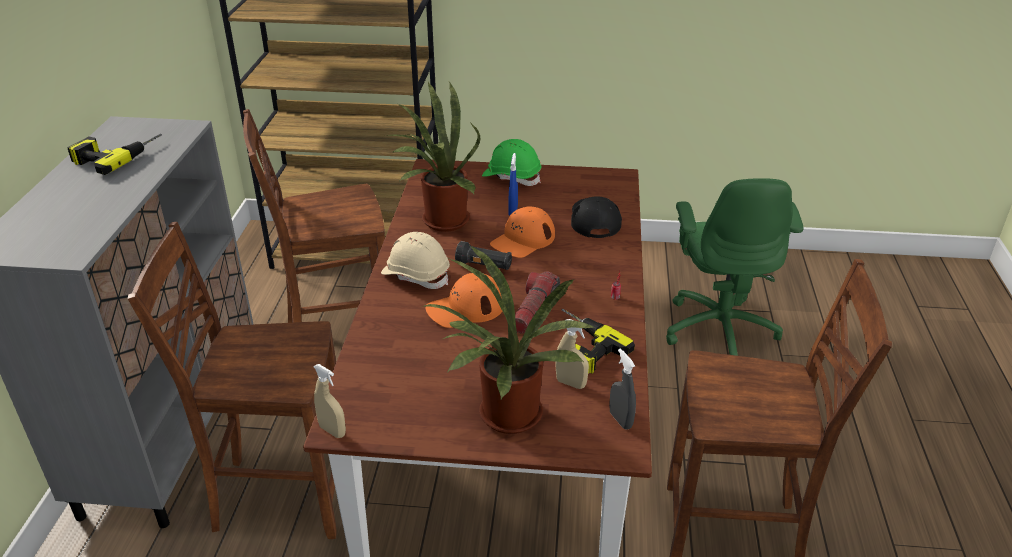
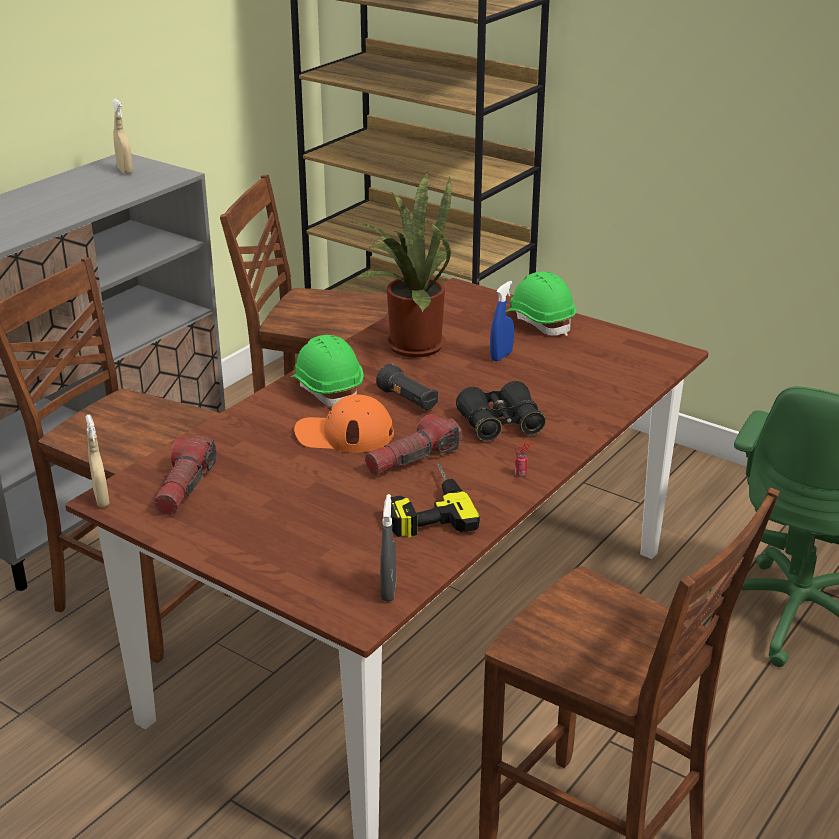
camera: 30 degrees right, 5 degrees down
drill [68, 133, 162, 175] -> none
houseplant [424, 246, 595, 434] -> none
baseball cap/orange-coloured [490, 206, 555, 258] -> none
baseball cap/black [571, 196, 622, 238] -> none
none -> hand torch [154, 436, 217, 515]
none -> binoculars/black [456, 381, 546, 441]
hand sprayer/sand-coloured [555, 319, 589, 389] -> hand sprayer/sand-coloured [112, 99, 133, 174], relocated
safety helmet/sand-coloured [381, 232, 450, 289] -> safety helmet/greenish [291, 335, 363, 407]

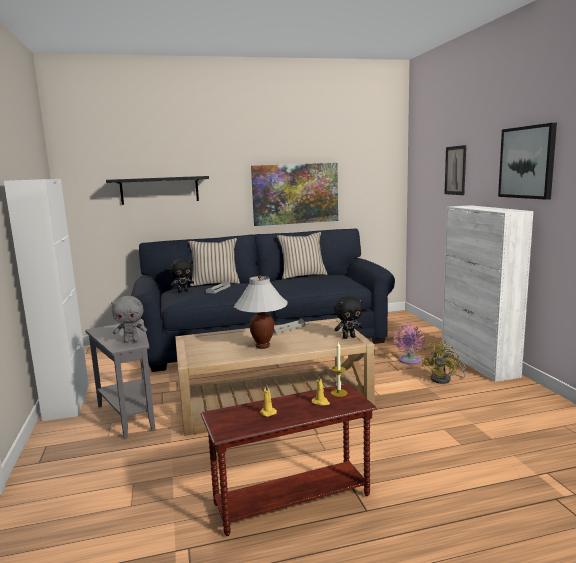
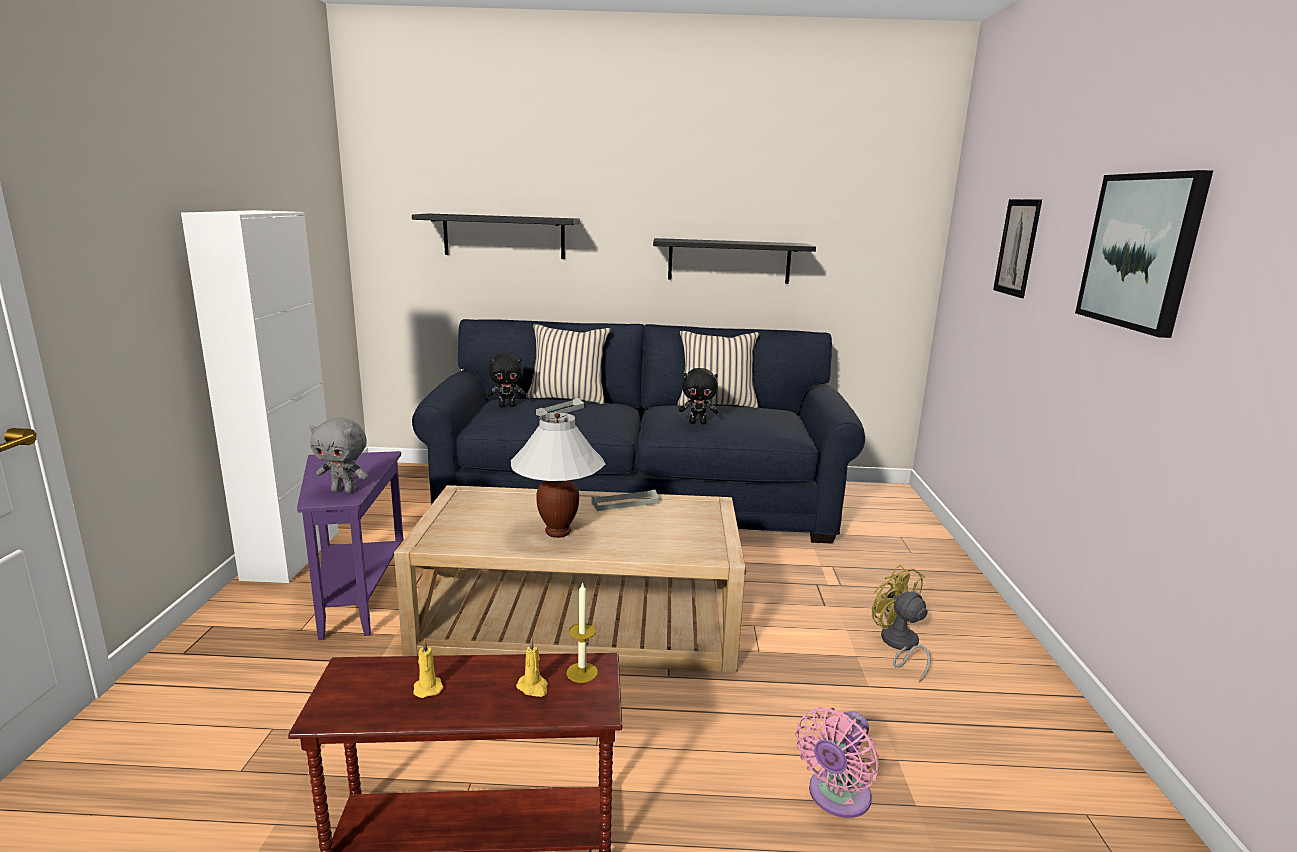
camera: 15 degrees right, 5 degrees up
cabinet/white-coloured [442, 205, 534, 382] -> none
cuddly toy/black [334, 296, 363, 339] -> cuddly toy/black [679, 368, 718, 424], relocated
fan/pink [393, 324, 424, 364] -> fan/pink [796, 707, 879, 818], relocated
picture [251, 163, 338, 226] -> bracket shelf/black [653, 238, 816, 284]
accent table/grey [85, 320, 155, 439] -> accent table/purple-coloured [297, 451, 404, 640]
fan/yellow-coloured [422, 341, 467, 384] -> fan/yellow-coloured [872, 565, 930, 683], 105 degrees clockwise

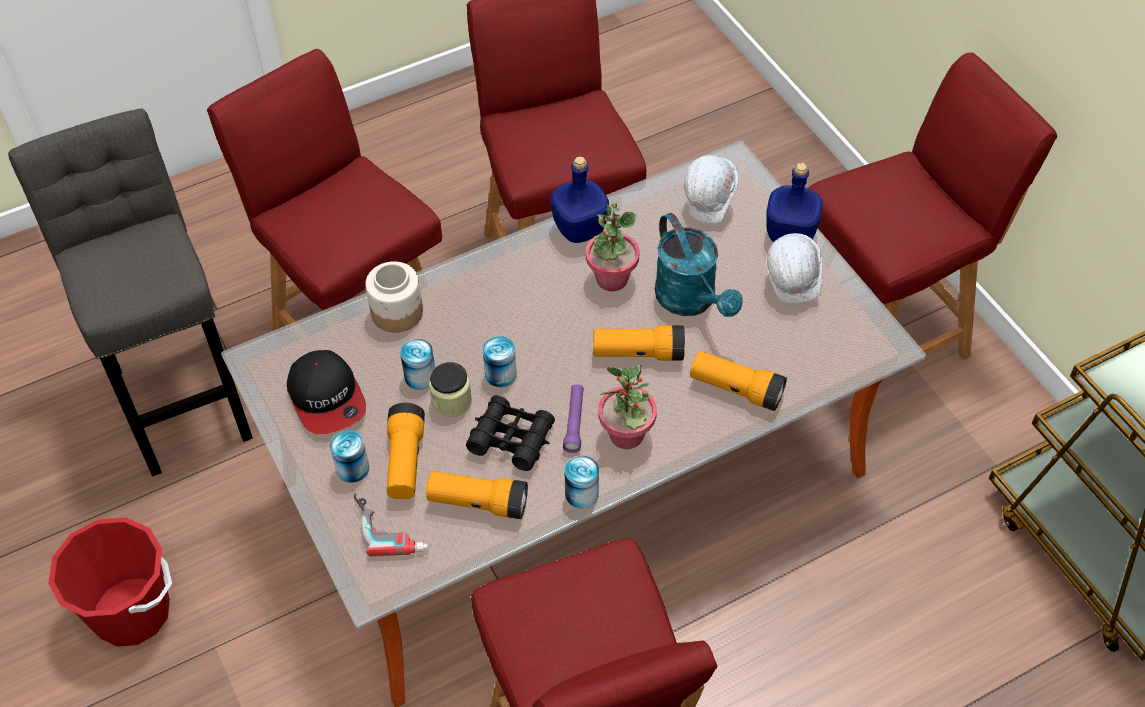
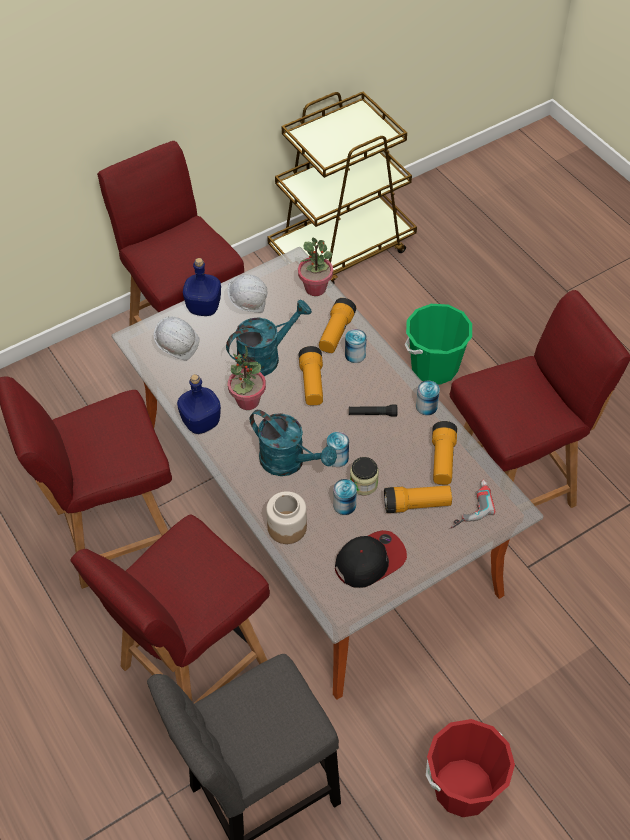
camera: 95 degrees left, 0 degrees up
binoculars/black [466, 395, 555, 471] -> none
none -> watering pot/turquoise-coloured [250, 410, 337, 476]
none -> pail/greenish [404, 304, 472, 385]
metal can [330, 430, 369, 483] -> metal can [345, 329, 367, 363], relocated
houseplant [598, 365, 657, 449] -> houseplant [298, 237, 333, 296], relocated
hand torch/purple-coloured [563, 384, 584, 453] -> hand torch/black [349, 405, 397, 417]

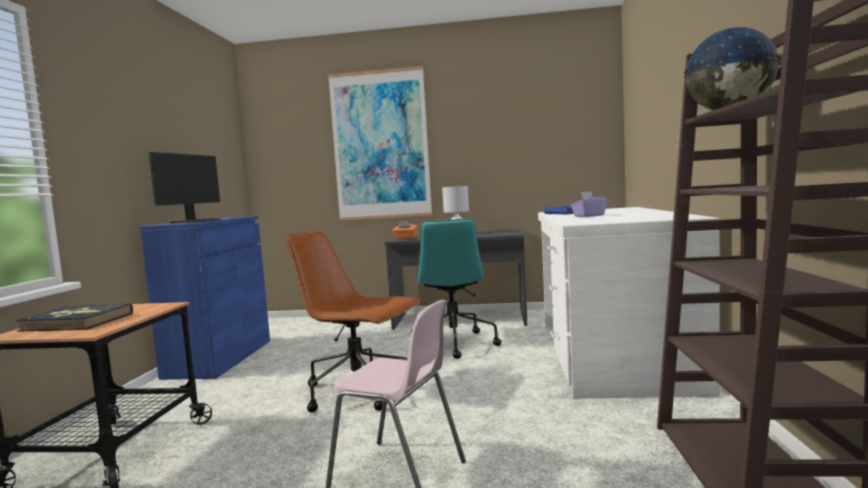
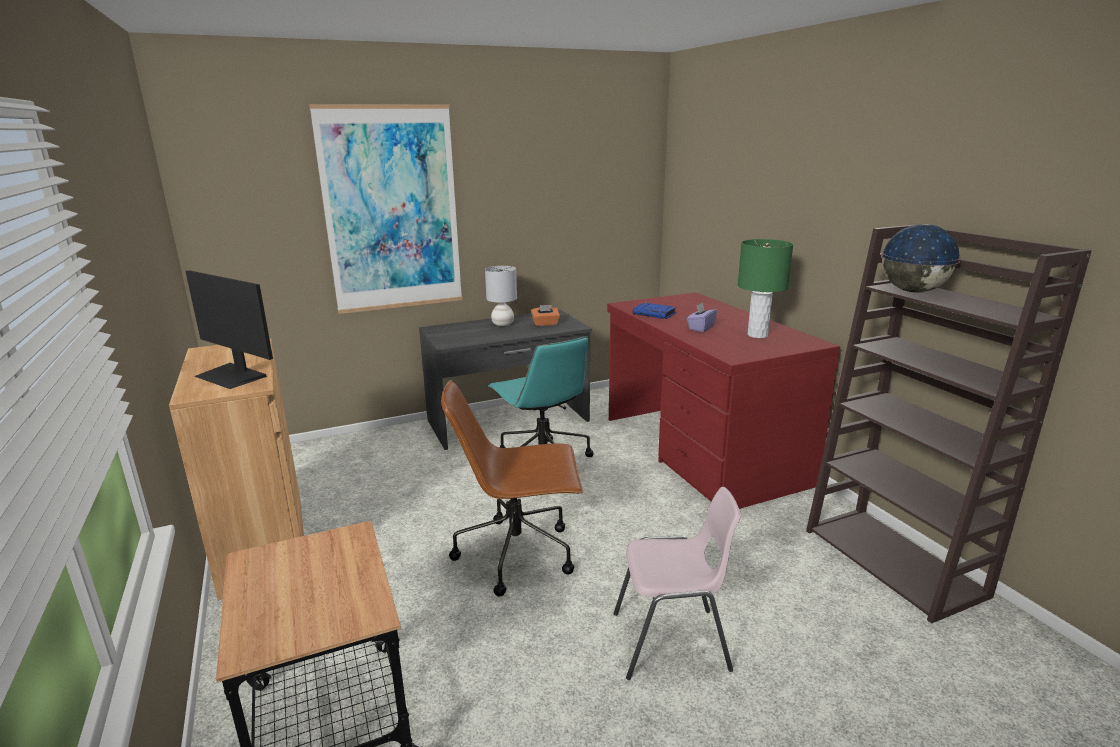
camera: 30 degrees left, 15 degrees up
volume [15, 304, 133, 332] -> none
none -> table lamp/greenish [738, 239, 793, 338]
tissue holder/orange-coloured [392, 221, 418, 239] -> tissue holder/orange-coloured [531, 305, 560, 326], relocated
cabinet/blue-coloured [140, 216, 270, 380] -> cabinet/brownish [169, 338, 304, 601]
desk unit/white-coloured [538, 207, 720, 398] -> desk unit/reddish [607, 292, 840, 509]
computer display [148, 152, 223, 224] -> computer display [185, 270, 273, 389], 135 degrees clockwise

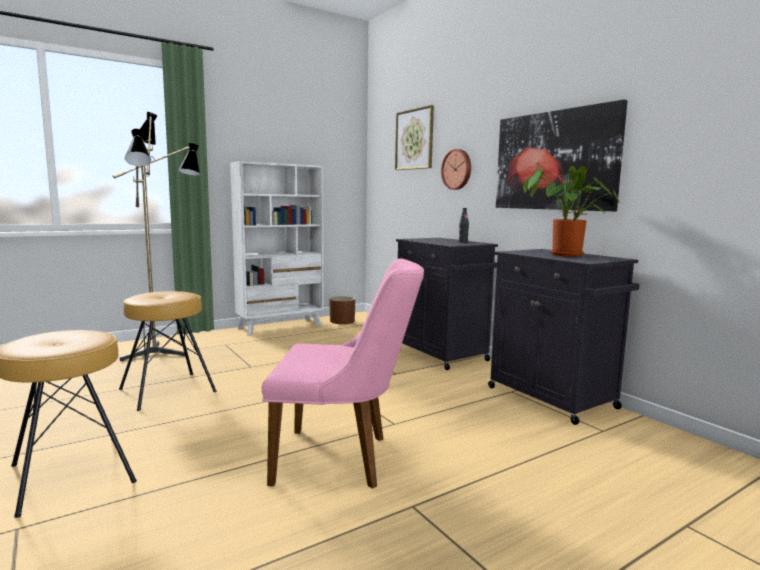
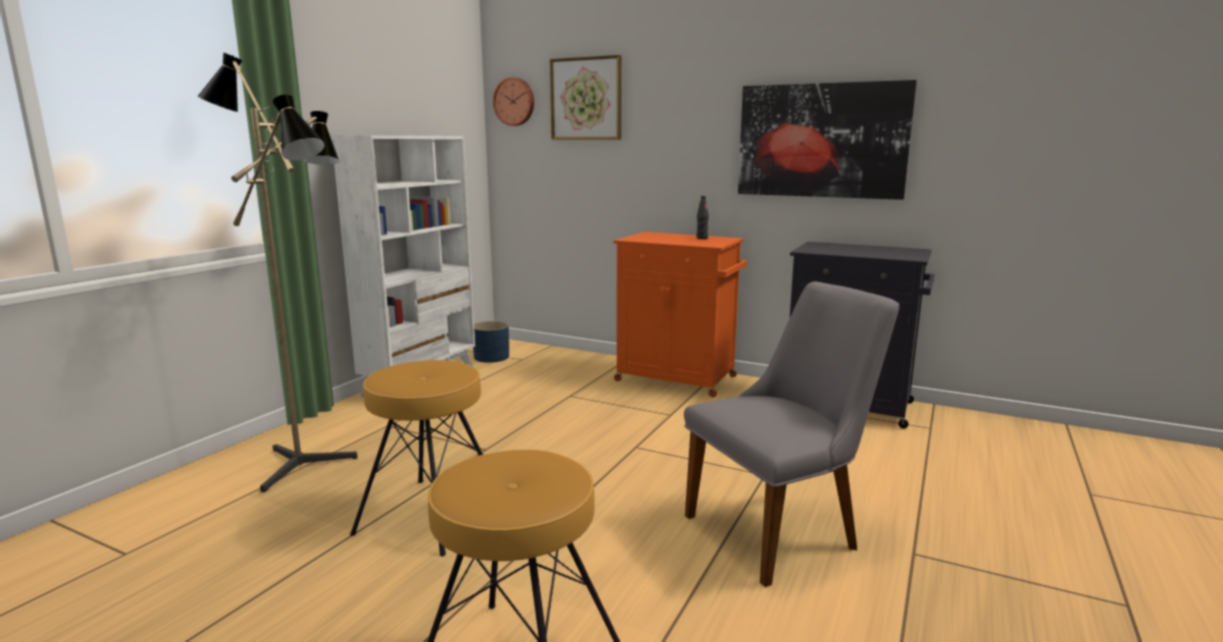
camera: 30 degrees left, 5 degrees up
houseplant [523, 166, 619, 257] -> none
clock on the wall [441, 149, 471, 190] -> clock on the wall [493, 77, 534, 126], relocated
plain chair/pink [262, 258, 424, 488] -> plain chair/grey [684, 282, 899, 587]
planter/brownish [329, 296, 355, 324] -> planter/blue-coloured [473, 321, 509, 363]
cabinet/black [396, 238, 498, 370] -> cabinet/orange-coloured [613, 232, 747, 398]

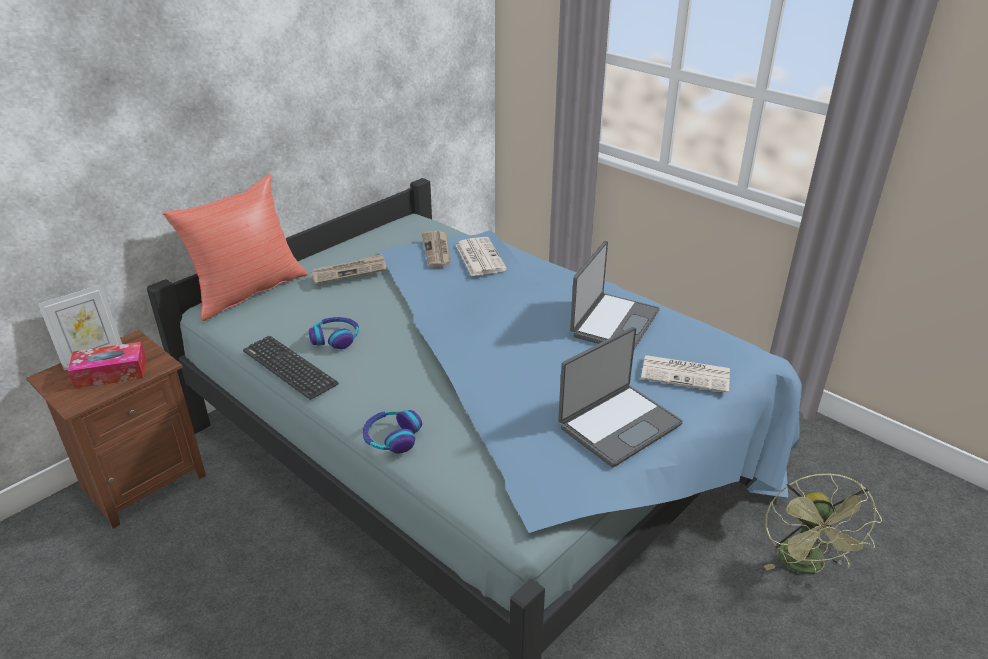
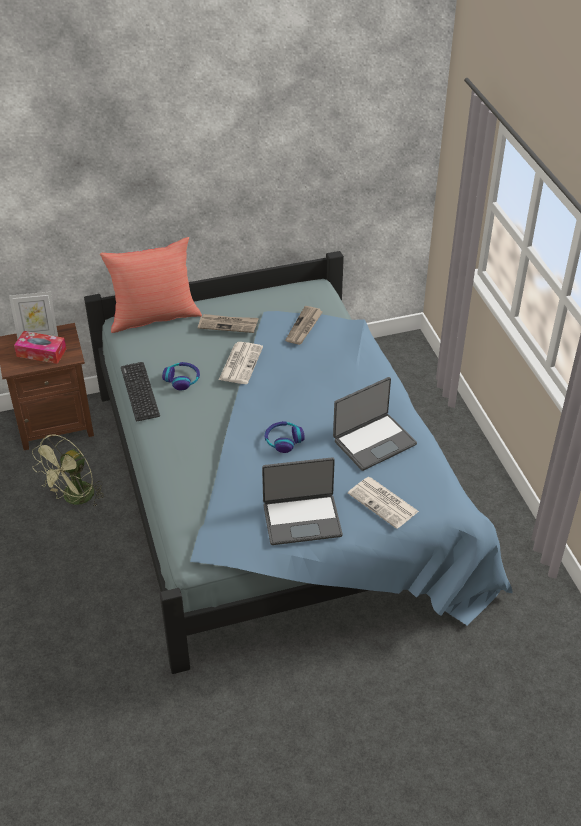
camera: 30 degrees right, 10 degrees up
pair of headphones [363, 410, 422, 454] -> pair of headphones [265, 421, 305, 453], relocated
newspaper [456, 237, 507, 276] -> newspaper [219, 342, 263, 384], relocated
fan/greenish [764, 473, 882, 575] -> fan/greenish [32, 435, 104, 507], relocated

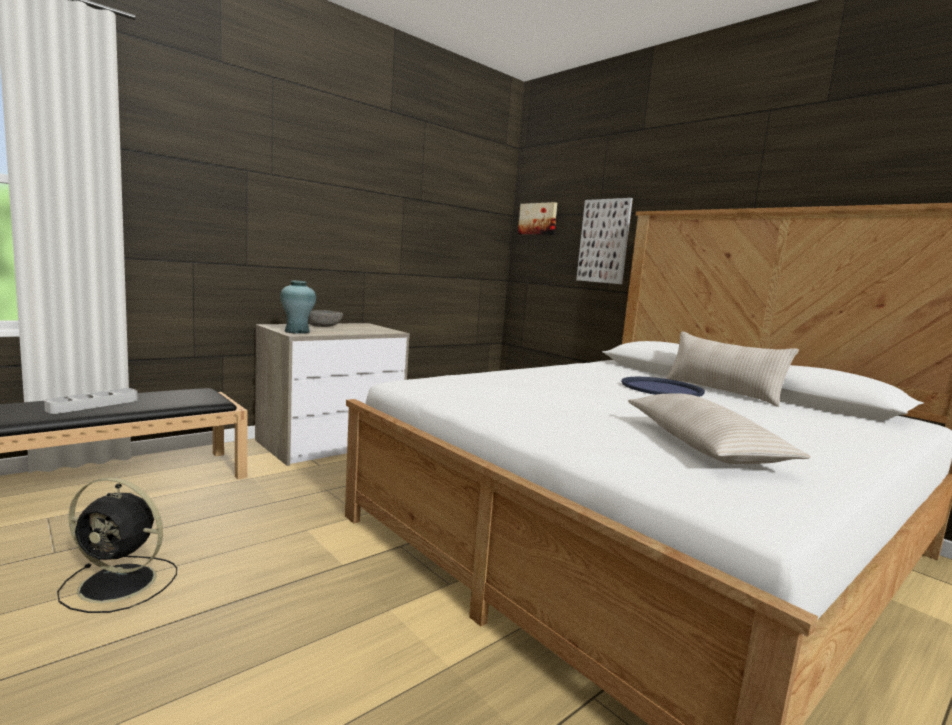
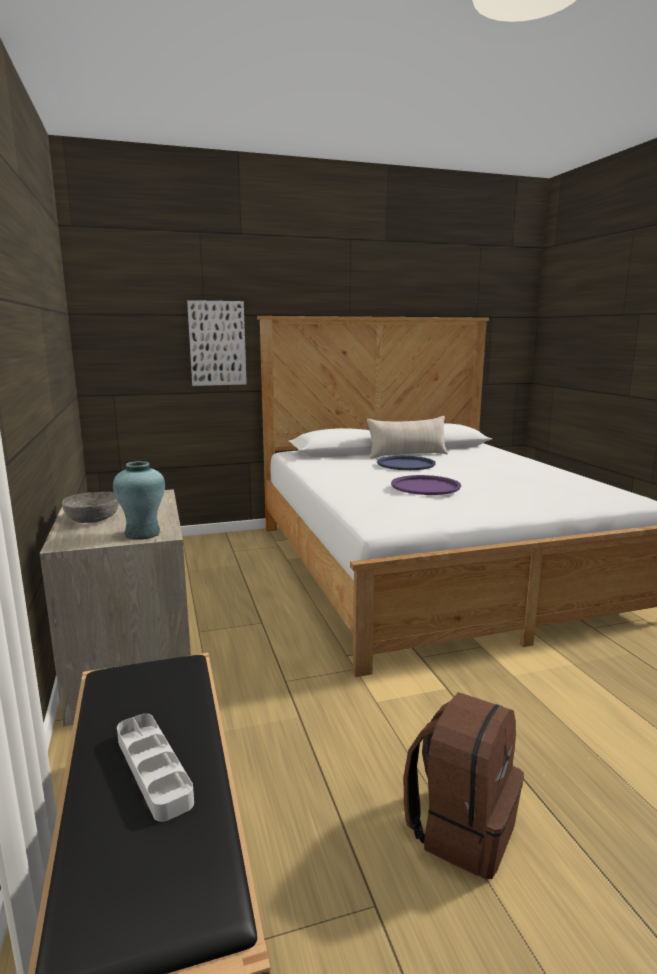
camera: 65 degrees left, 5 degrees up
picture [518, 202, 557, 235] -> none
pillow/sand-coloured [628, 394, 811, 464] -> none
none -> tray/purple-coloured [391, 475, 461, 495]
fan/black [57, 477, 177, 613] -> knapsack/brownish [404, 692, 524, 879]

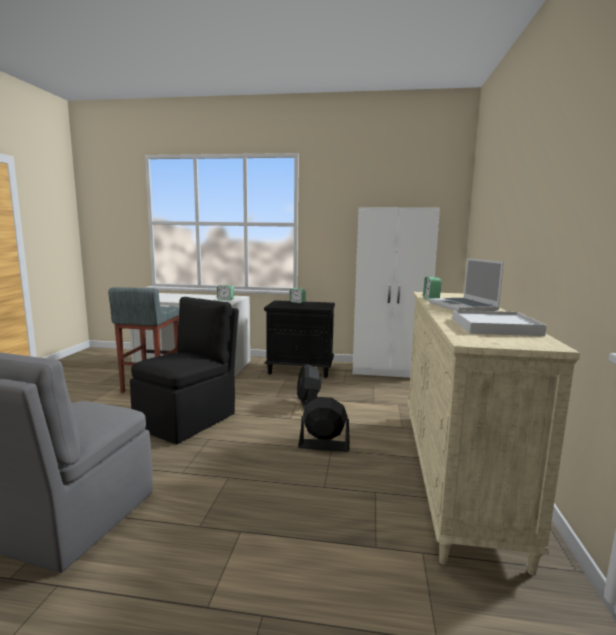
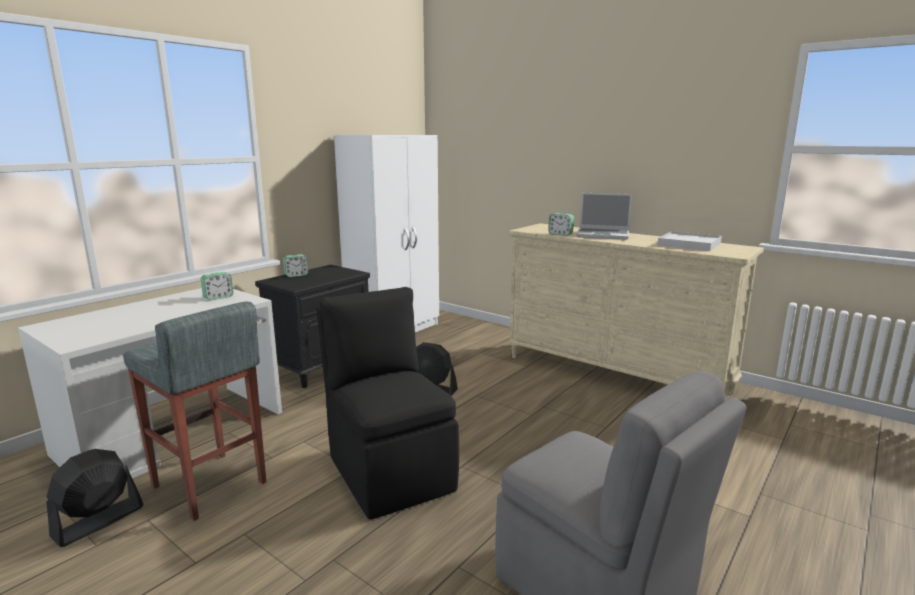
camera: 60 degrees left, 5 degrees up
fan/black [298, 397, 350, 451] -> fan/black [46, 449, 144, 547], relocated

